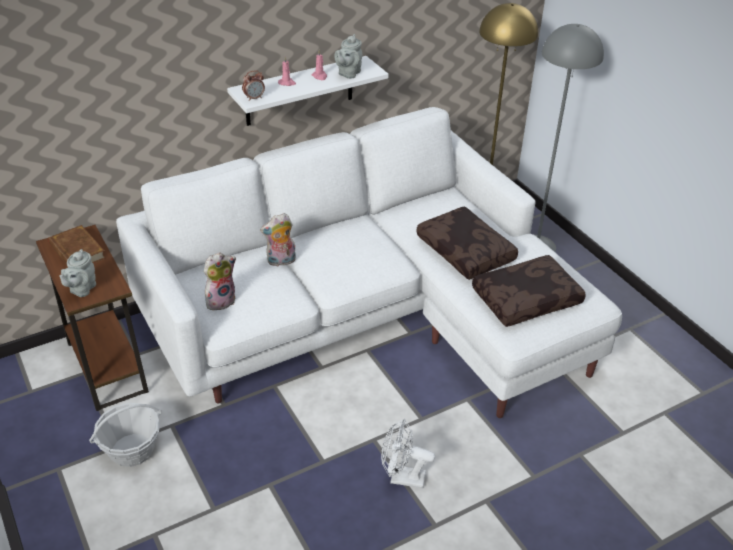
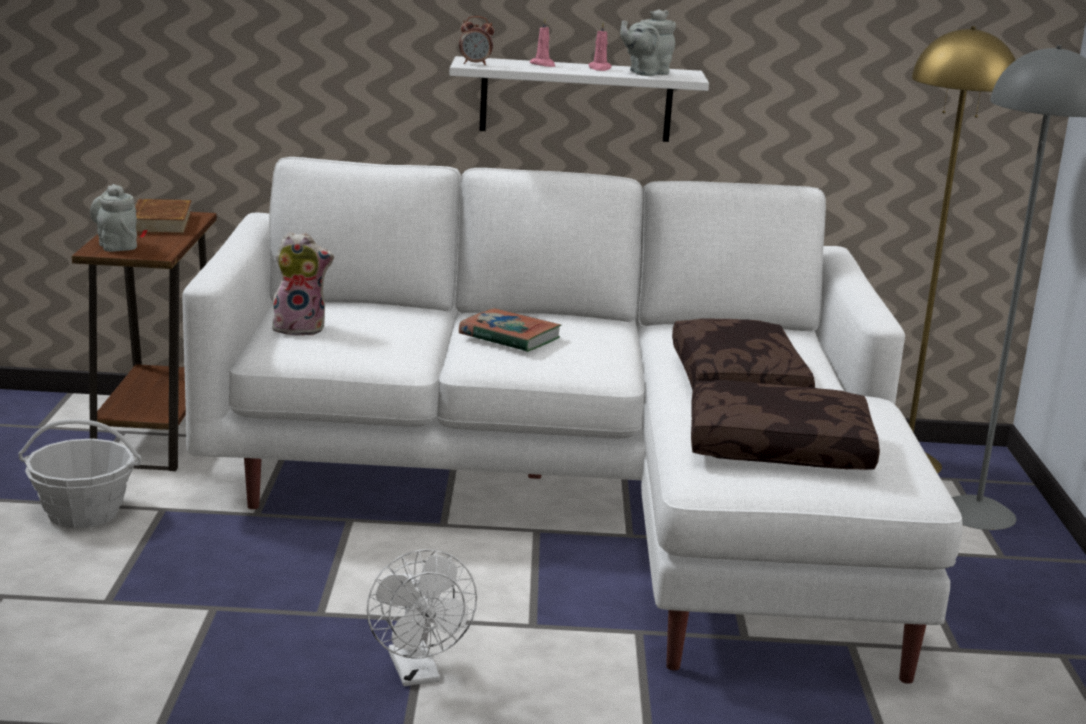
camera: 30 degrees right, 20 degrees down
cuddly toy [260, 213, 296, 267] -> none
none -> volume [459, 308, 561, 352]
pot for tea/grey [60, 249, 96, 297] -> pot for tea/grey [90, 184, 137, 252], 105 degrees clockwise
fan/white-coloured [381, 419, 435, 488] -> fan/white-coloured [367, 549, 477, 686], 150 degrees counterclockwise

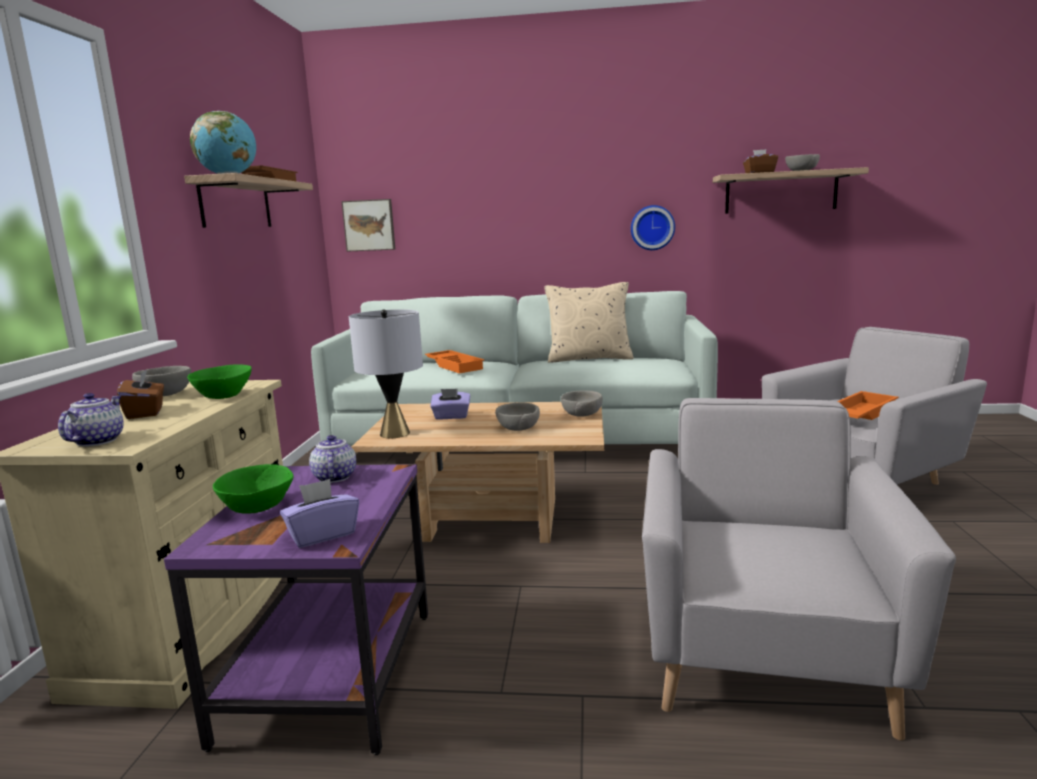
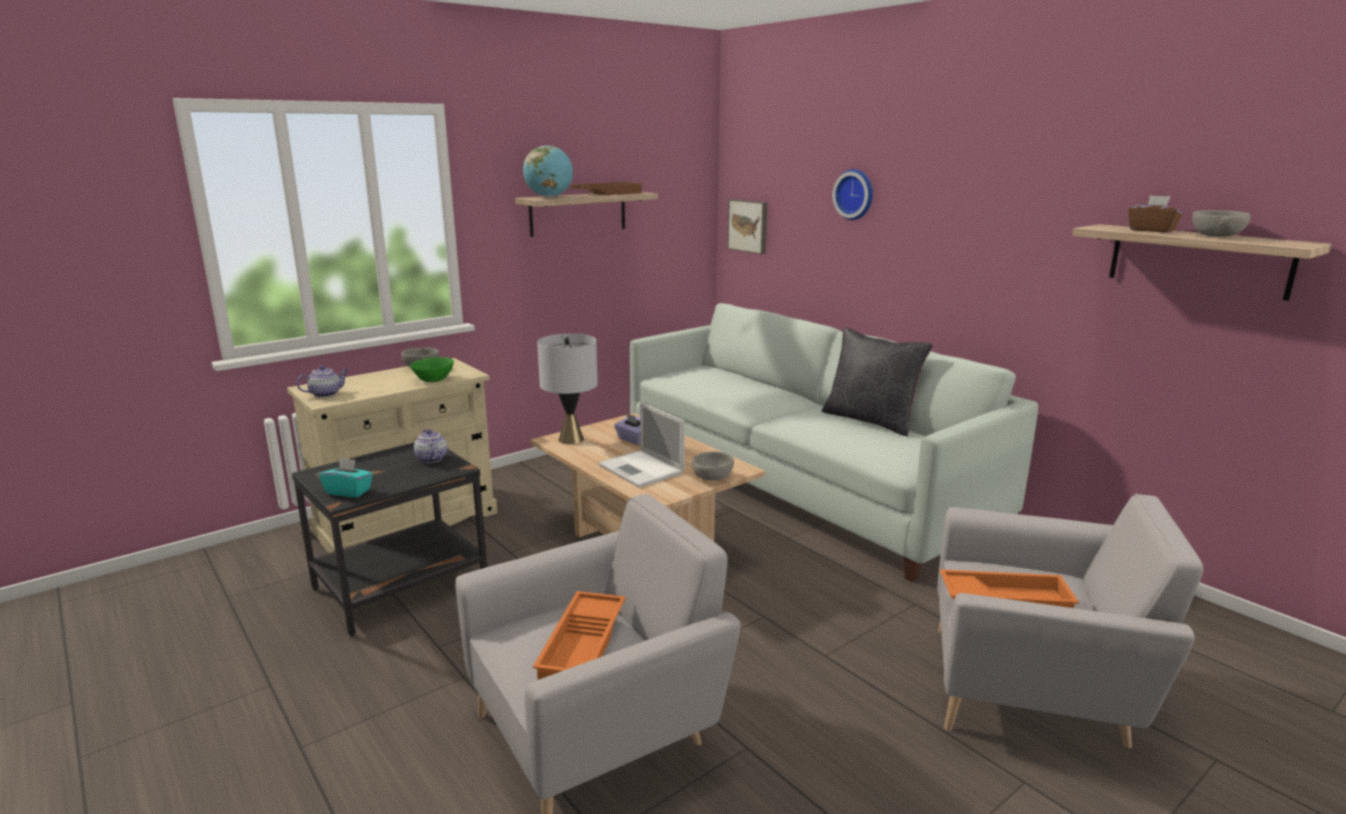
camera: 45 degrees right, 5 degrees up
tissue holder/brownish [117, 369, 164, 419] -> none
serving bowl/greenish [213, 464, 294, 514] -> none
tray/orange-coloured [425, 350, 485, 373] -> tray/orange-coloured [533, 591, 626, 680], relocated
clock on the wall [631, 205, 675, 250] -> clock on the wall [832, 169, 873, 220], relocated
serving bowl/grey [495, 402, 540, 431] -> laptop [598, 402, 685, 488]
accent table/purple-coloured [164, 464, 428, 755] -> accent table/black [292, 442, 487, 636]
tissue holder/purple-coloured [280, 479, 359, 548] -> tissue holder/turquoise-coloured [319, 458, 373, 498]
pillow/sand-coloured [544, 282, 634, 363] -> pillow/black [821, 327, 933, 436]
pot for tea [309, 435, 356, 483] -> pot for tea [414, 429, 447, 463], 60 degrees counterclockwise

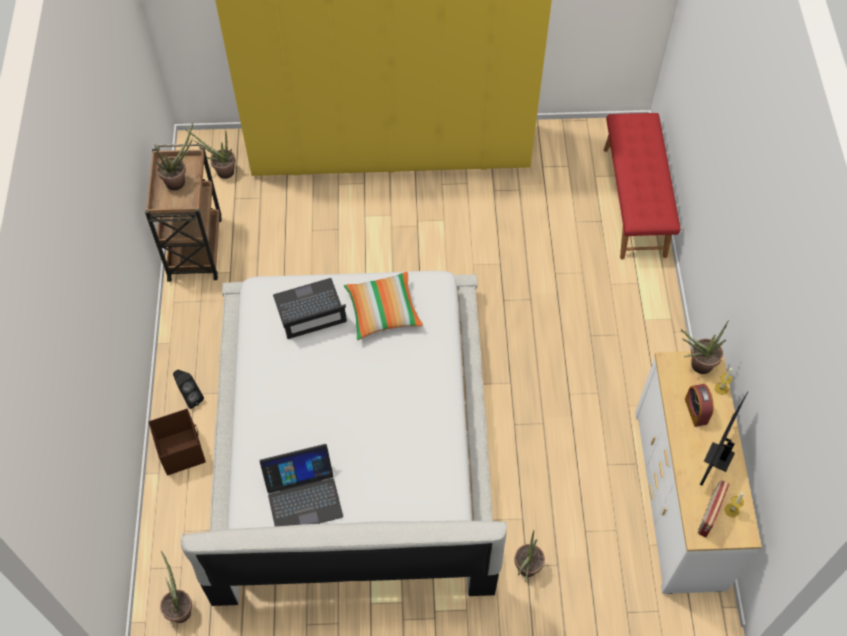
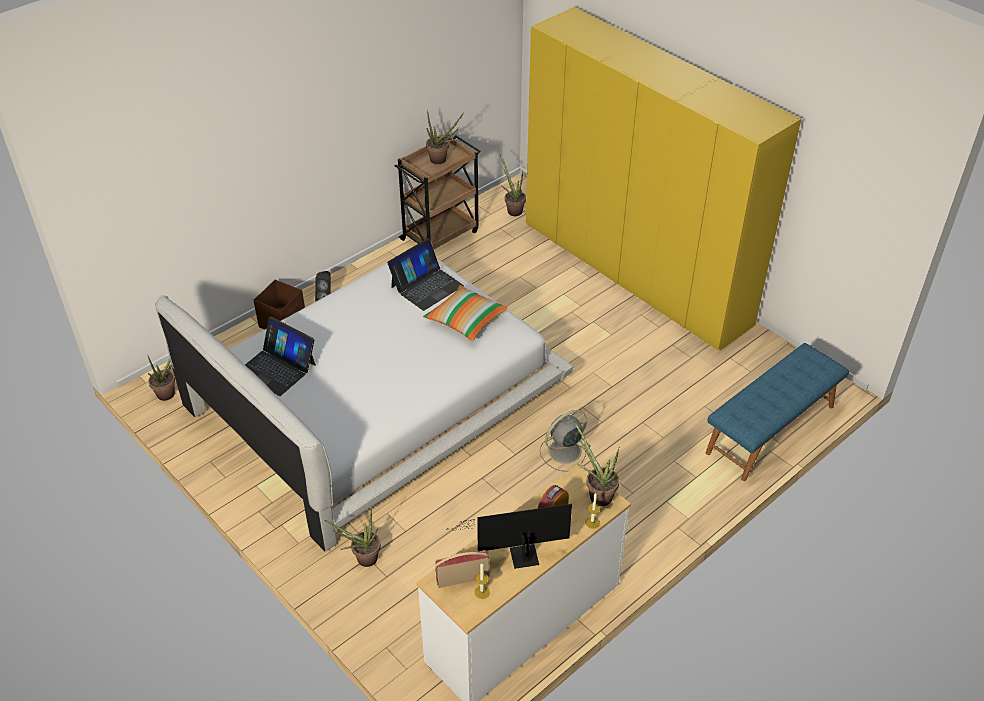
camera: 50 degrees right, 15 degrees down
none -> fan/grey [540, 410, 591, 472]
long seat/reddish [604, 113, 681, 259] -> long seat/blue-coloured [706, 343, 849, 481]
laptop [273, 278, 347, 339] -> laptop [387, 238, 464, 311], 105 degrees clockwise

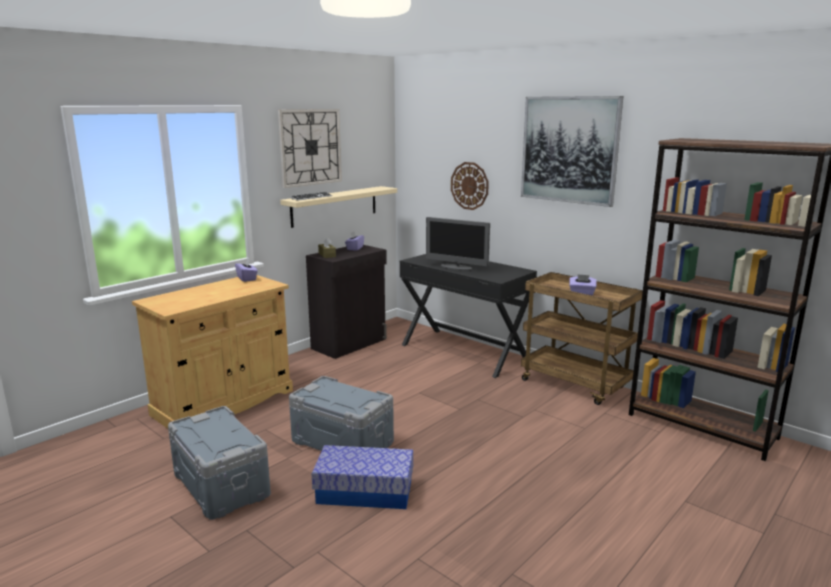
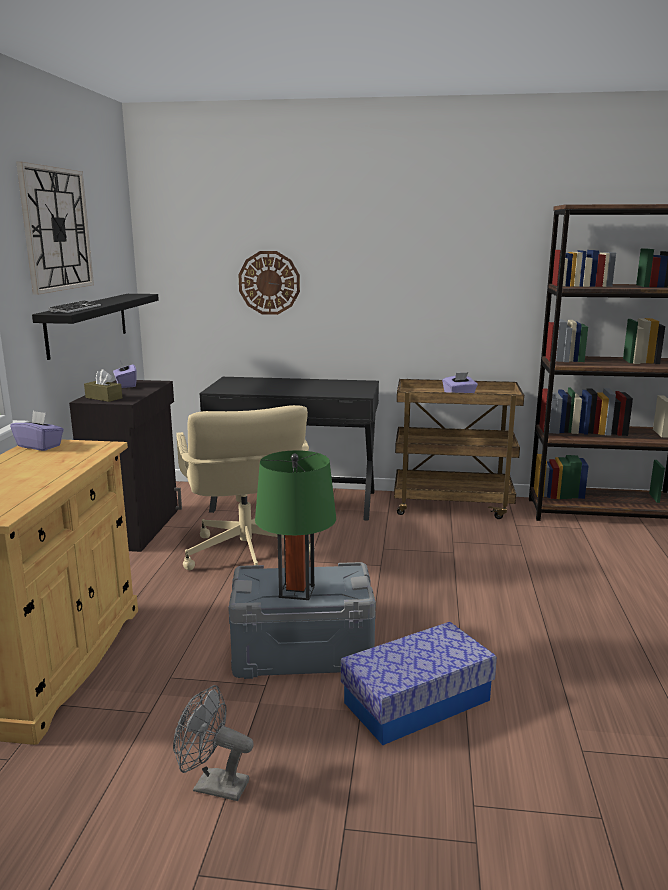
camera: 35 degrees left, 0 degrees up
computer display [426, 217, 490, 271] -> none
picture [521, 96, 623, 207] -> none
none -> office chair/sand-coloured [176, 405, 311, 570]
none -> table lamp/greenish [255, 450, 336, 600]
storage bin/grey [168, 406, 271, 520] -> fan/grey [173, 685, 254, 801]
bracket shelf/sand-coloured [280, 186, 397, 228] -> bracket shelf/black [32, 294, 159, 360]

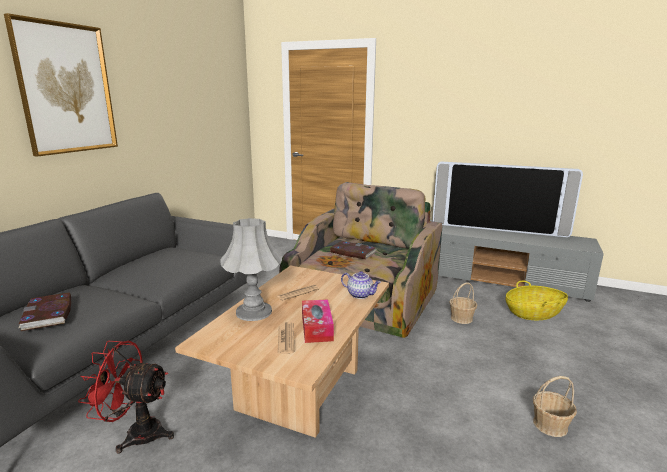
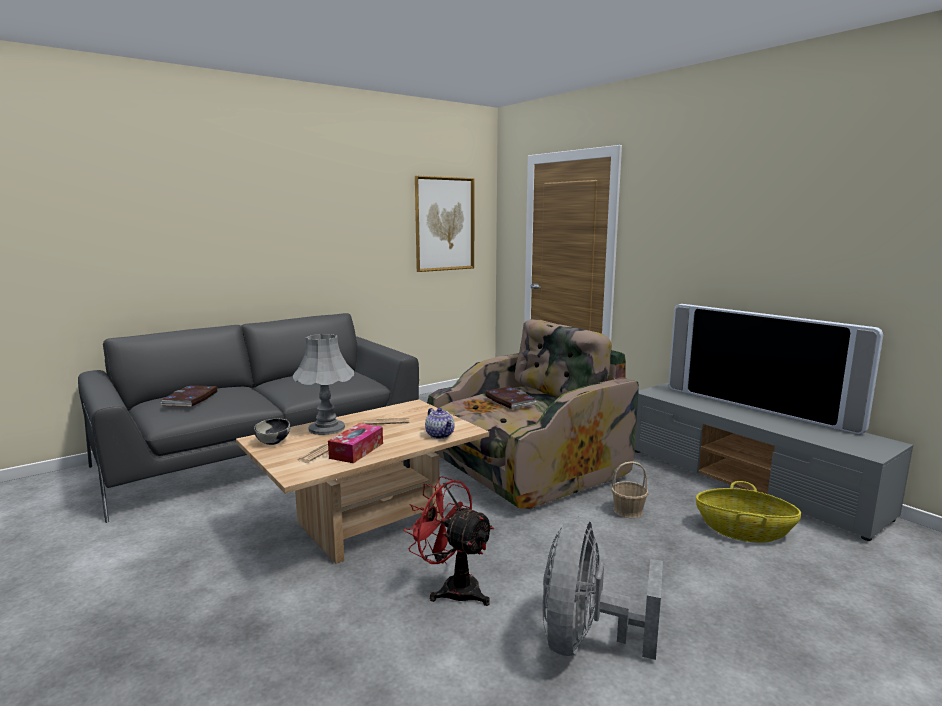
camera: 30 degrees right, 5 degrees down
none -> serving bowl [254, 418, 290, 445]
picture [4, 13, 118, 157] -> picture [415, 176, 474, 272], relocated
fan/reddish [78, 341, 174, 454] -> fan/reddish [404, 476, 494, 606], relocated
storage basket [533, 376, 577, 437] -> fan/grey [543, 517, 663, 660]

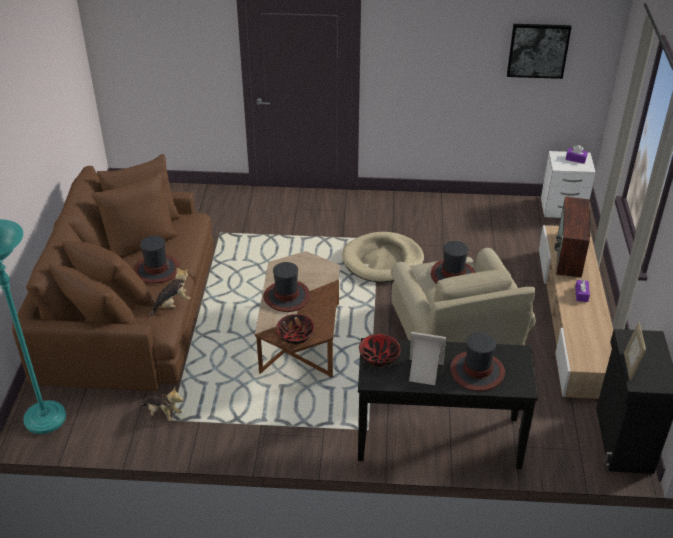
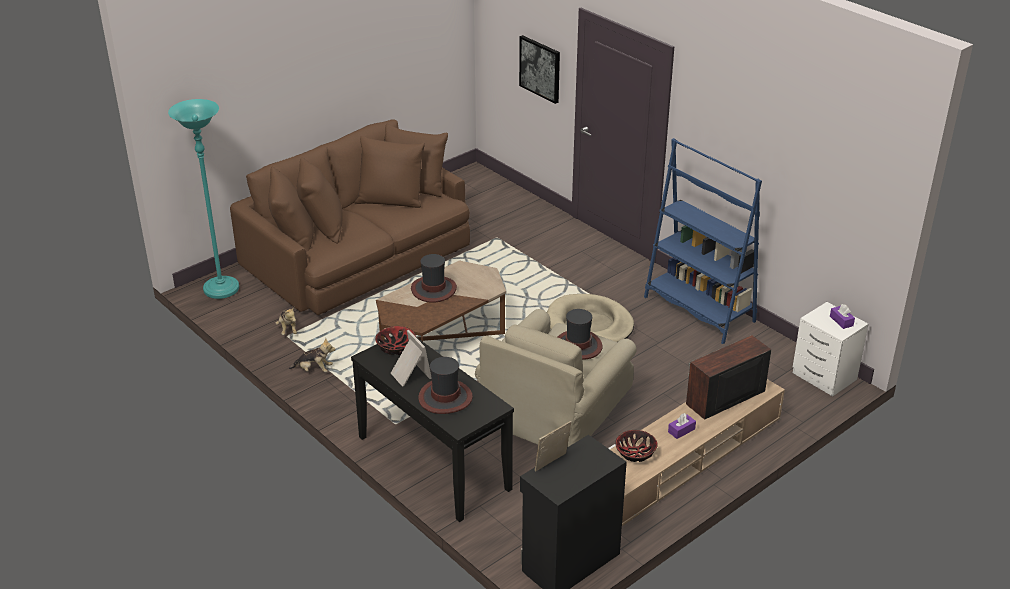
camera: 45 degrees right, 5 degrees down
hat [134, 236, 180, 284] -> none
none -> shelving unit/blue-coloured [644, 138, 762, 344]
cuddly toy [150, 267, 191, 316] -> cuddly toy [289, 338, 336, 372], relocated
serving bowl [276, 314, 314, 344] -> serving bowl [615, 430, 658, 462], relocated
picture [507, 24, 571, 79] -> picture [519, 35, 560, 104], relocated

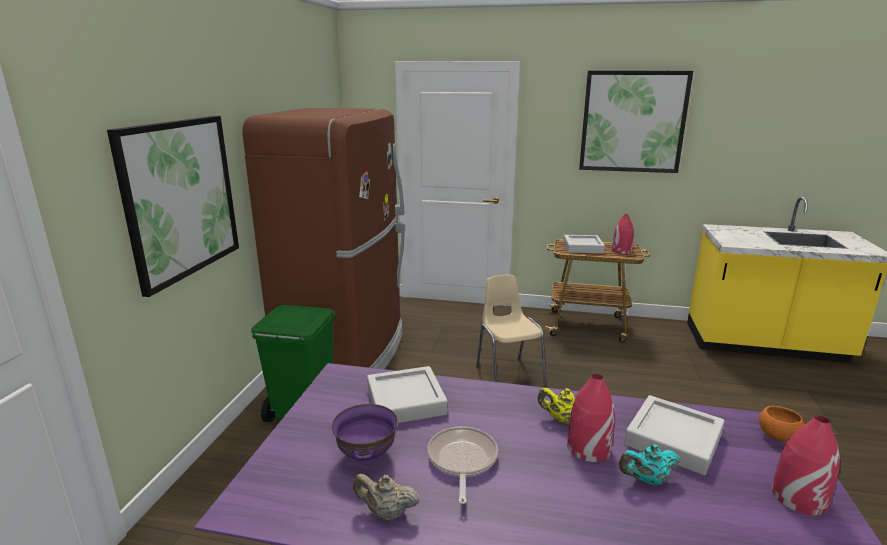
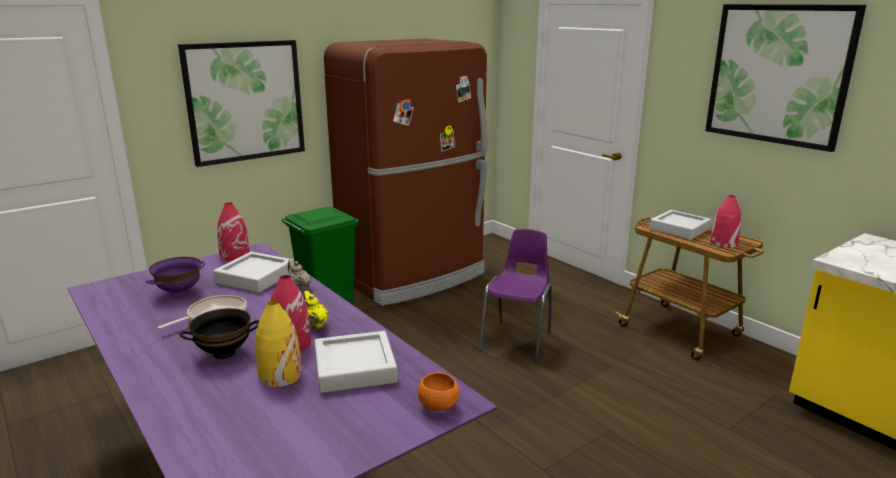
camera: 40 degrees right, 0 degrees up
none -> serving bowl/black [179, 308, 260, 359]
pot for tea/sand-coloured [353, 474, 419, 521] -> pot for tea/sand-coloured [288, 259, 311, 292], relocated
decorative vase/reddish [772, 416, 840, 515] -> decorative vase/reddish [217, 202, 250, 261], relocated
pot for tea/turquoise-coloured [619, 444, 680, 486] -> decorative vase/yellow-coloured [255, 301, 302, 387]
plain chair/sand-coloured [476, 275, 546, 387] -> plain chair/purple-coloured [479, 229, 552, 362]

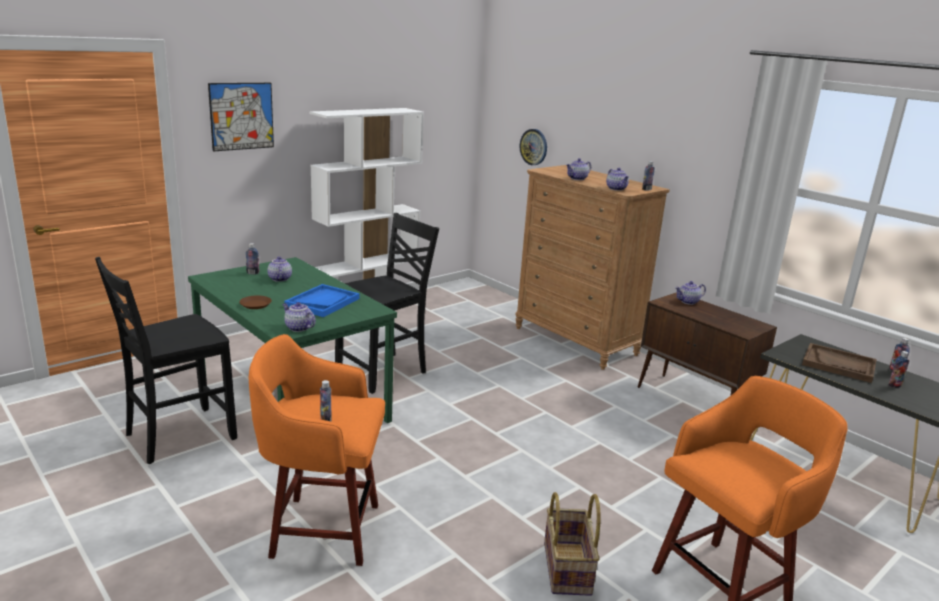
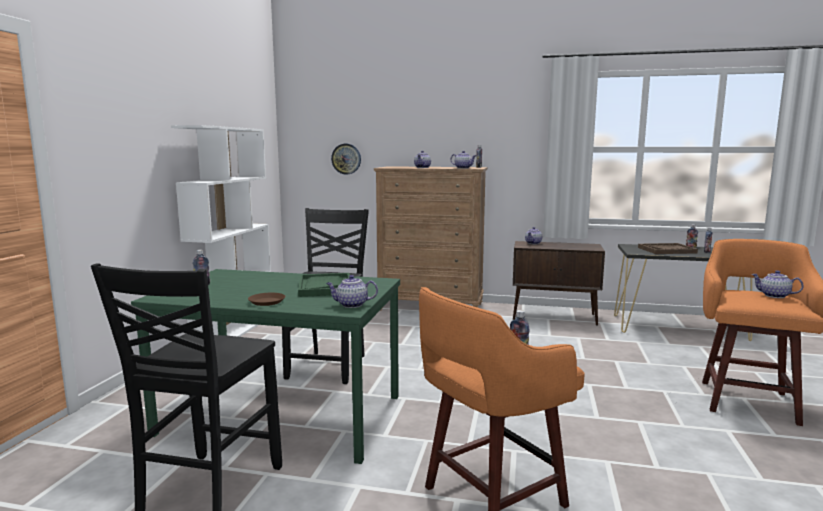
camera: 35 degrees left, 10 degrees down
picture [208, 83, 274, 151] -> none
storage basket [544, 492, 601, 596] -> none
pot for tea [267, 257, 292, 282] -> pot for tea [751, 270, 803, 298], relocated
tray/blue-coloured [284, 284, 360, 317] -> tray/greenish [298, 273, 350, 297]

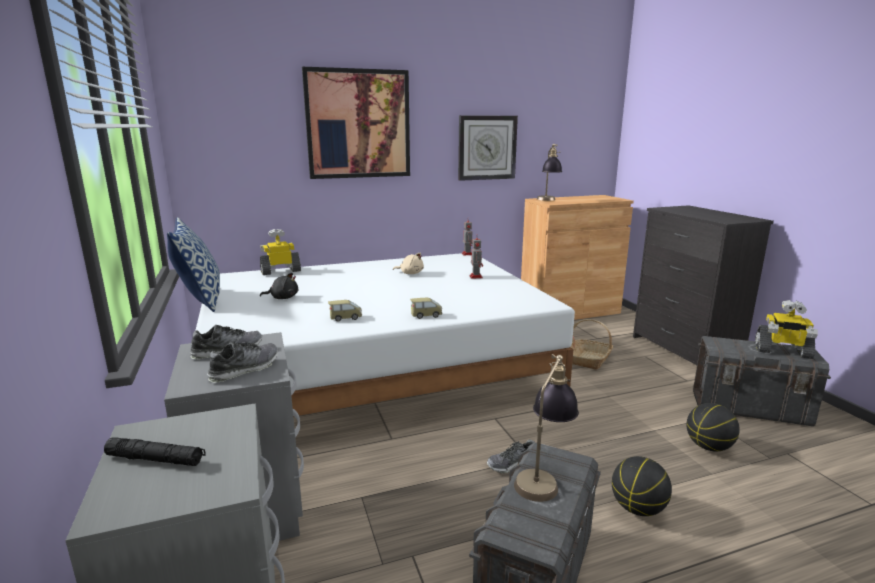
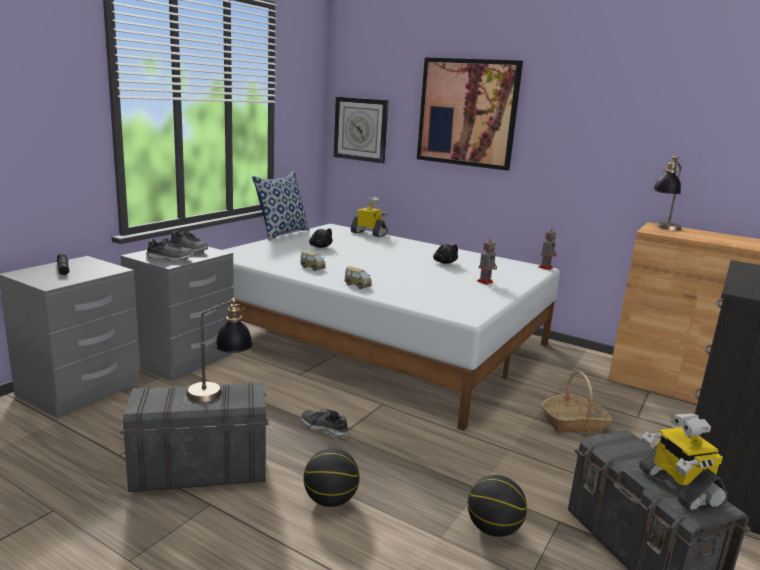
camera: 50 degrees right, 0 degrees up
clock on the wall [458, 115, 518, 181] -> clock on the wall [334, 97, 389, 163], relocated
cuddly toy/sand-coloured [393, 252, 424, 274] -> cuddly toy/black [433, 244, 458, 264]

